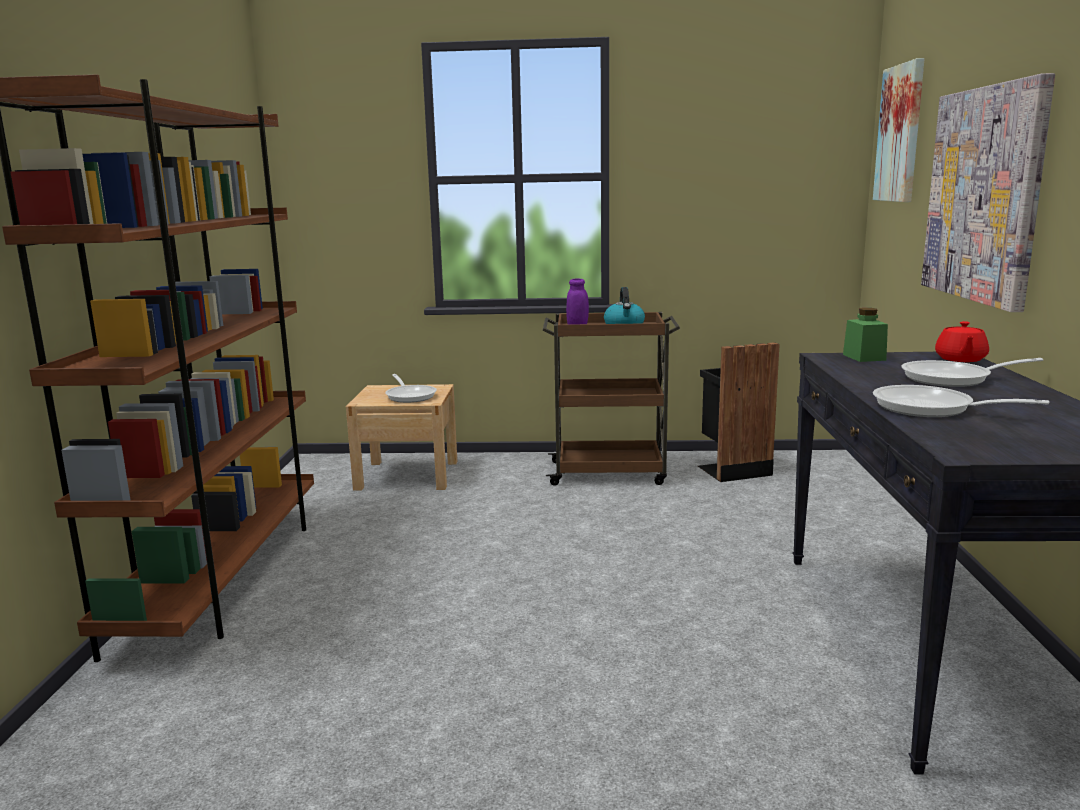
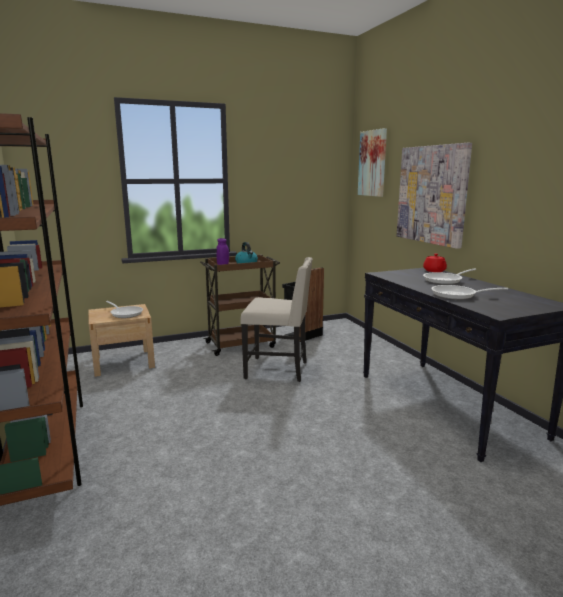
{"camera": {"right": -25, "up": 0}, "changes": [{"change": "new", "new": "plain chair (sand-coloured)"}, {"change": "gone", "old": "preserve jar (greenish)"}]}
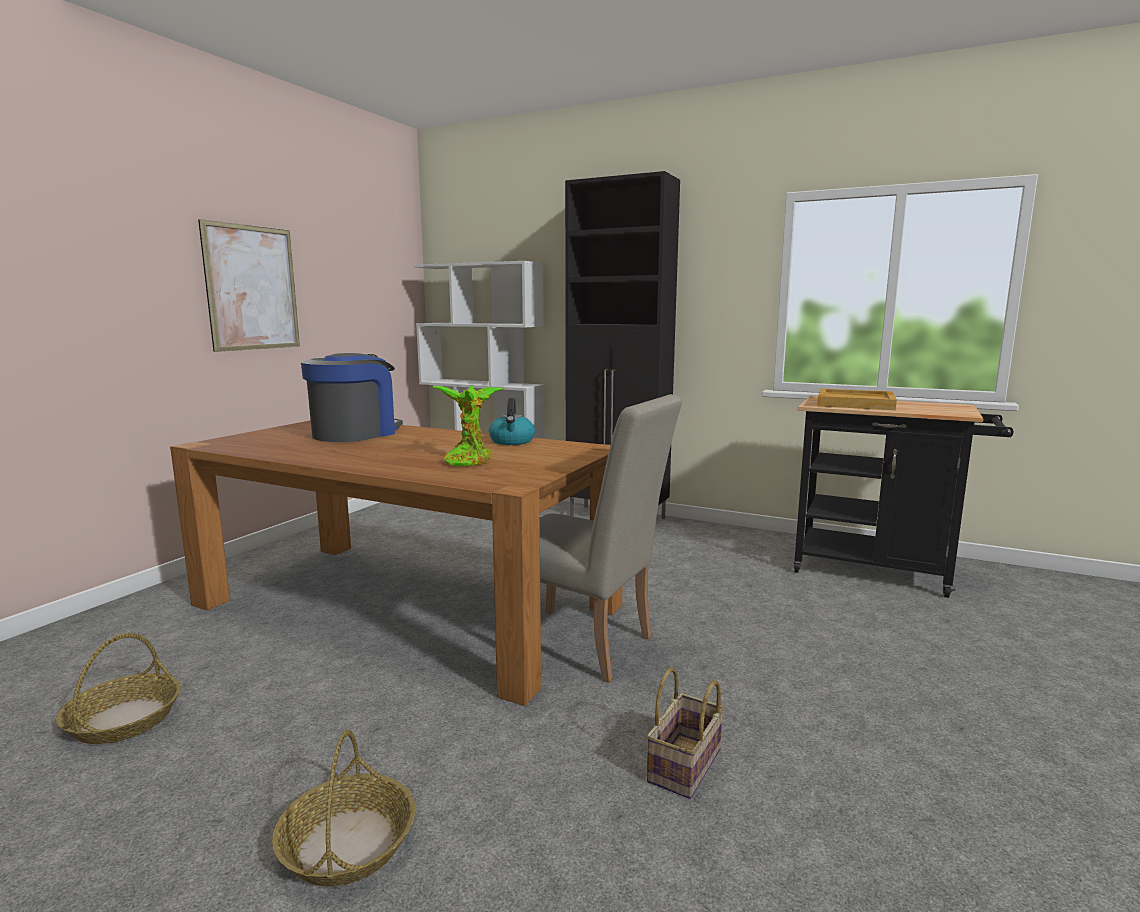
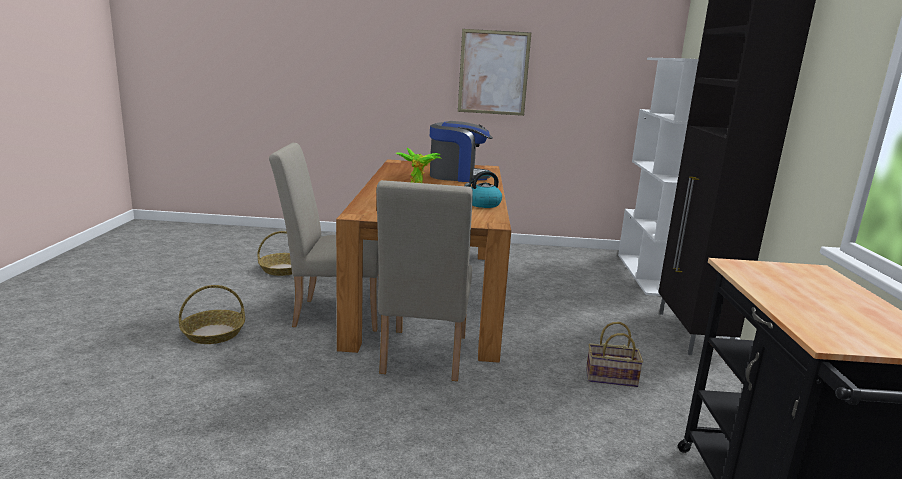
{"camera": {"right": 65, "up": 5}, "changes": [{"change": "new", "new": "plain chair (sand-coloured) (no. 1 from left)"}, {"change": "shifted", "old": "household basket (no. 3 from left)"}, {"change": "gone", "old": "serving tray (sand-coloured)"}]}
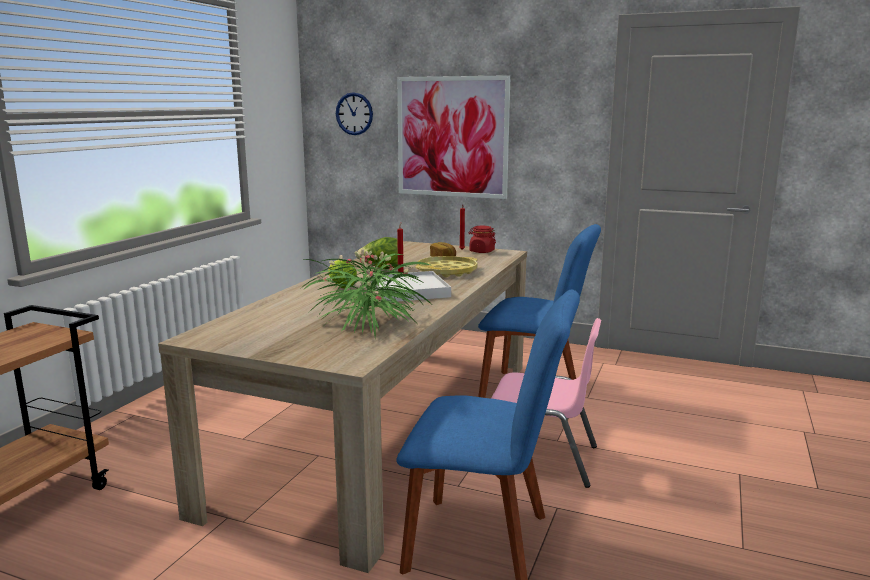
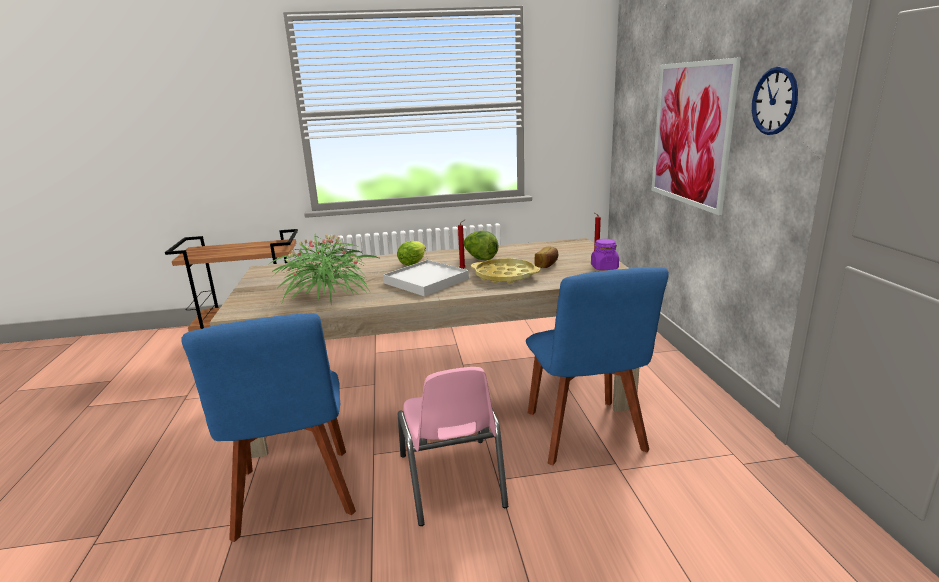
{"camera": {"right": 60, "up": 5}, "changes": [{"change": "repainted", "old": "preserve jar (red-coloured)", "new": "preserve jar (purplish)"}, {"change": "shifted", "old": "clock on the wall"}]}
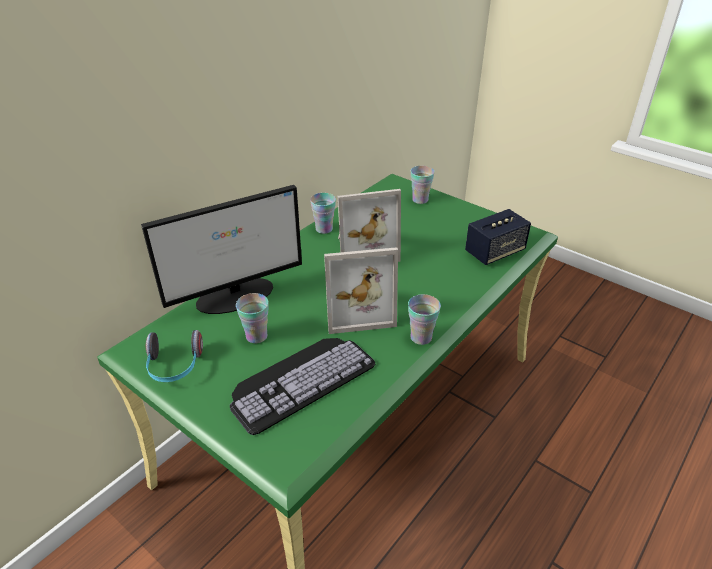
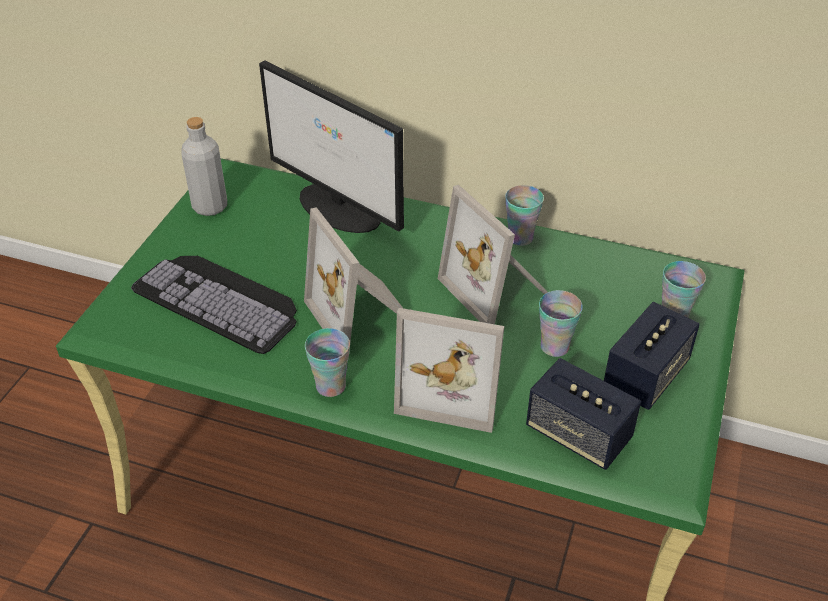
{"camera": {"right": 70, "up": 5}, "changes": [{"change": "swapped", "old": "headphones", "new": "bottle (greyish)"}, {"change": "new", "new": "standing frame (no. 2 from left)"}, {"change": "shifted", "old": "drinking cup (no. 1 from left in the first image)", "new": "drinking cup (no. 3 from left)"}, {"change": "new", "new": "speaker (no. 2 from left)"}]}
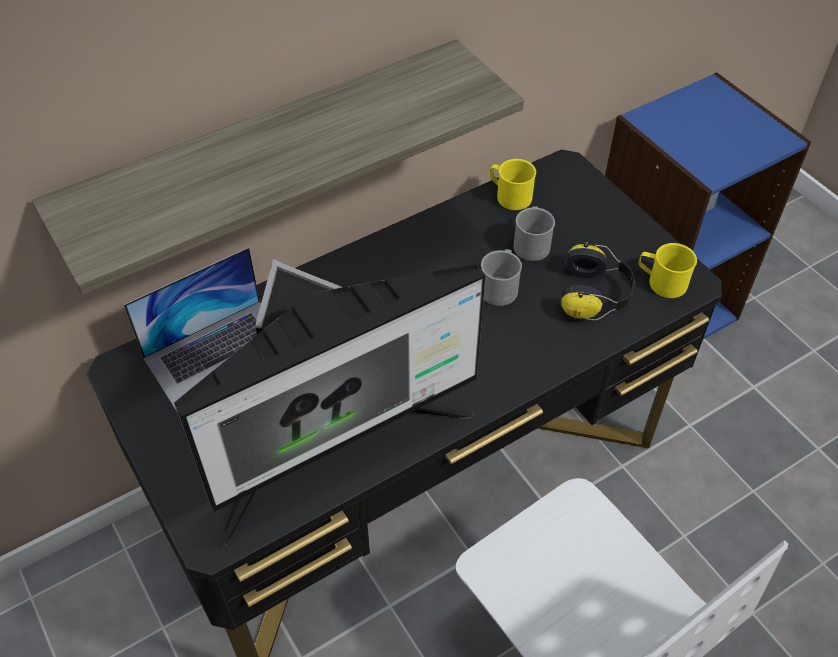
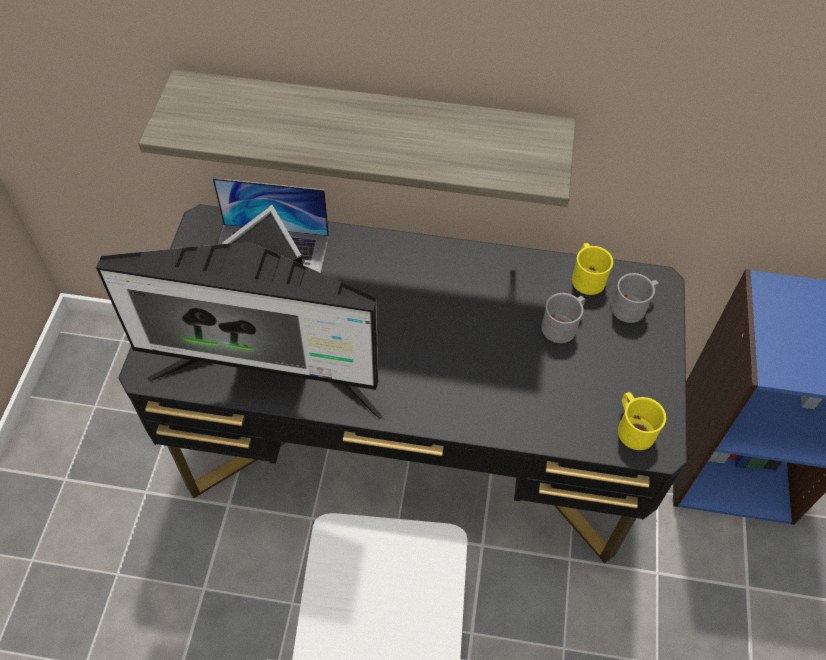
{"camera": {"right": 40, "up": 5}, "changes": [{"change": "shifted", "old": "tea mug (greyish) (no. 1 from left in the first image)", "new": "tea mug (greyish) (no. 2 from left)"}, {"change": "gone", "old": "headphones"}]}
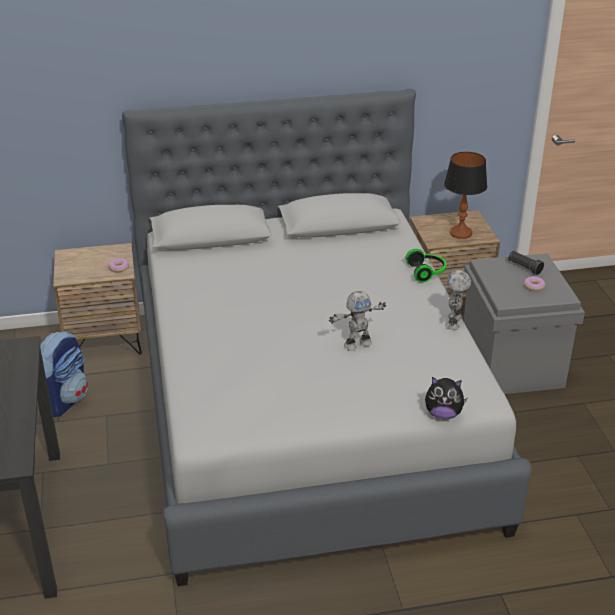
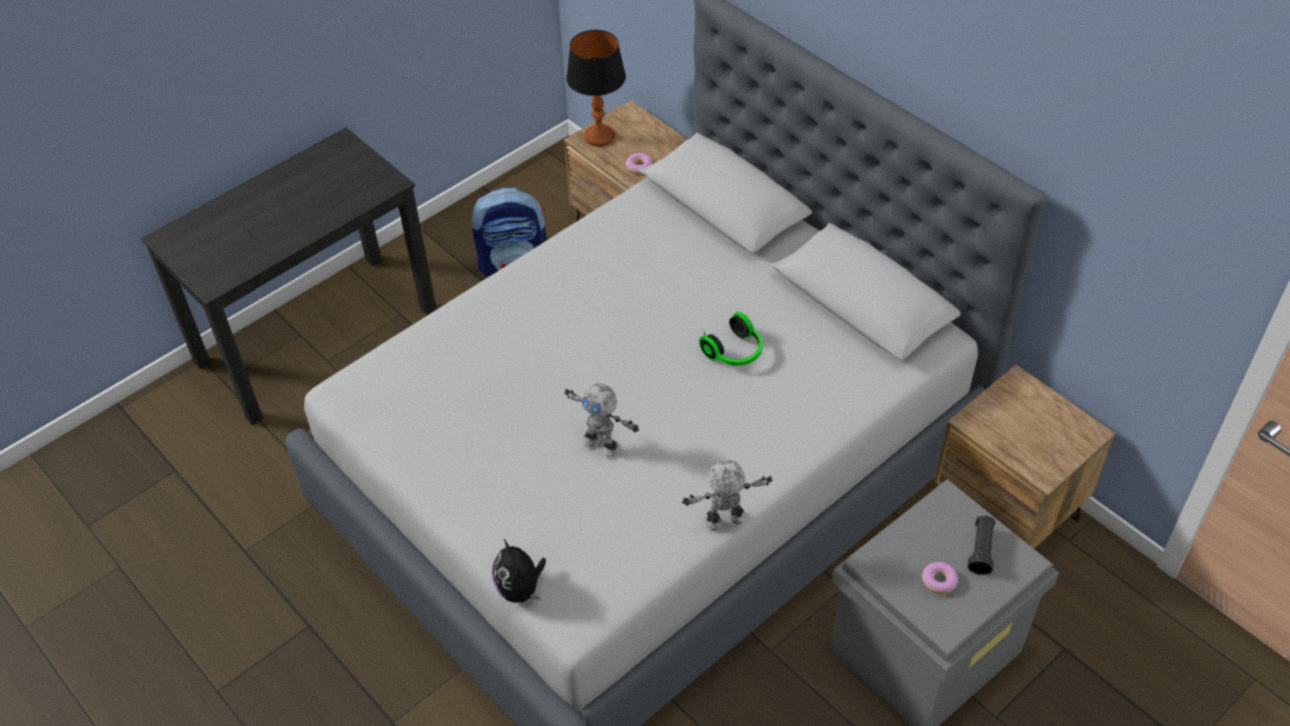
{"camera": {"right": 60, "up": 15}, "changes": [{"change": "shifted", "old": "table lamp"}, {"change": "shifted", "old": "headphones"}]}
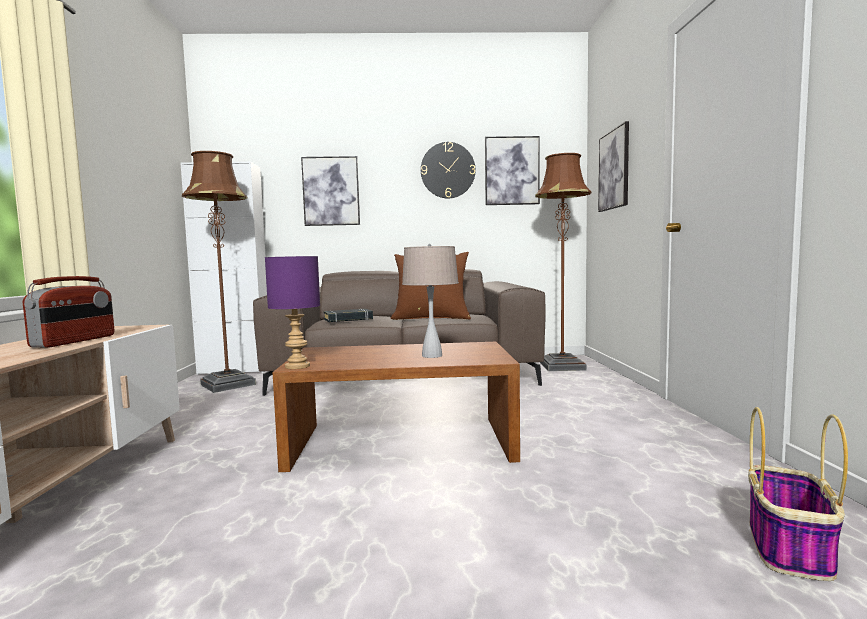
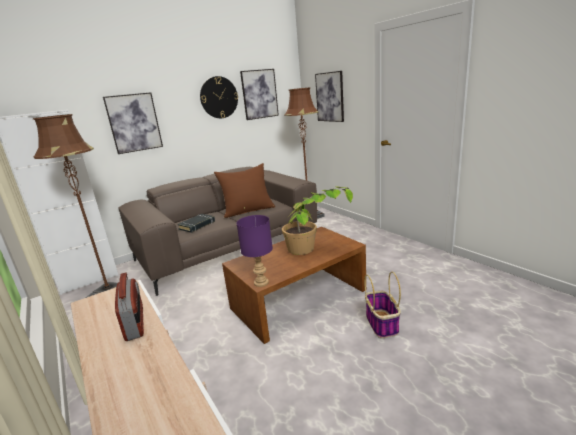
{"camera": {"right": -30, "up": 15}, "changes": [{"change": "swapped", "old": "table lamp (sand-coloured)", "new": "houseplant"}, {"change": "shifted", "old": "household basket"}]}
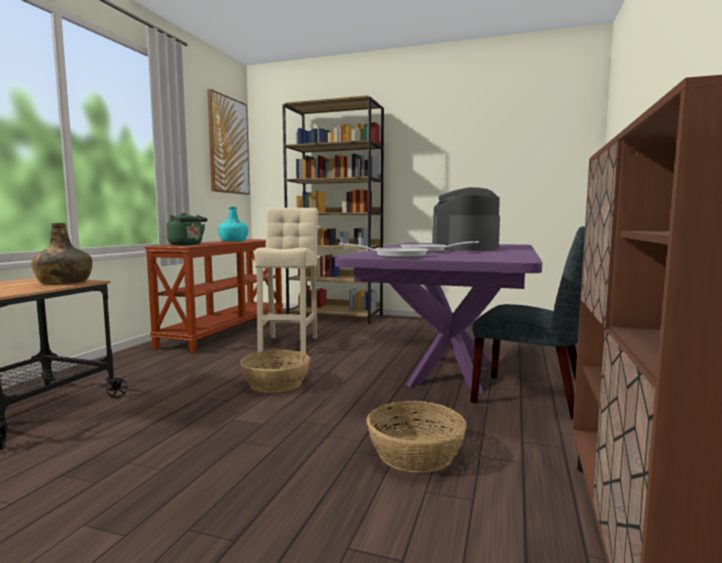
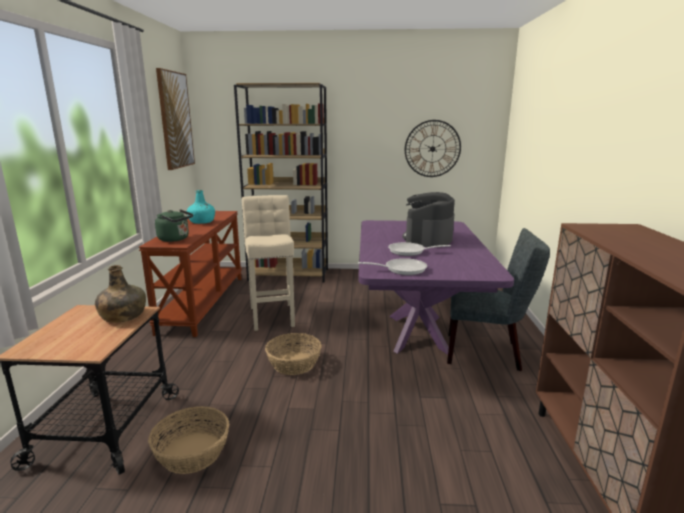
{"camera": {"right": -15, "up": 10}, "changes": [{"change": "shifted", "old": "household basket (no. 2 from left in the first image)", "new": "household basket (no. 1 from left)"}, {"change": "new", "new": "clock on the wall"}]}
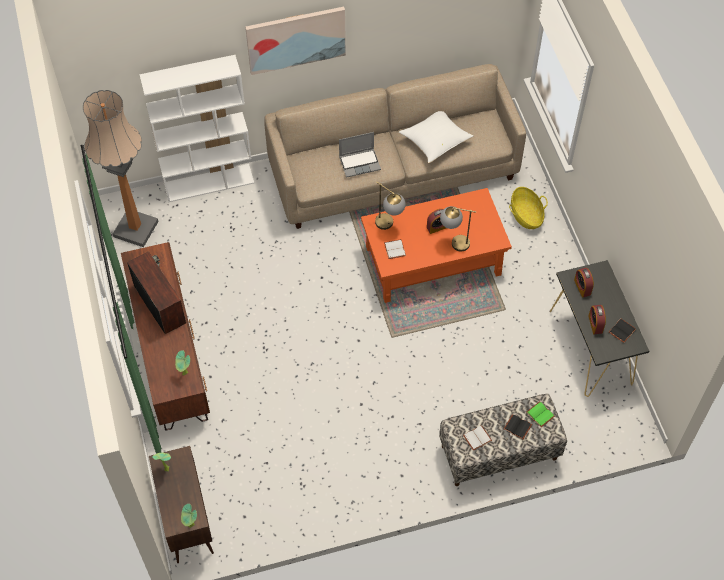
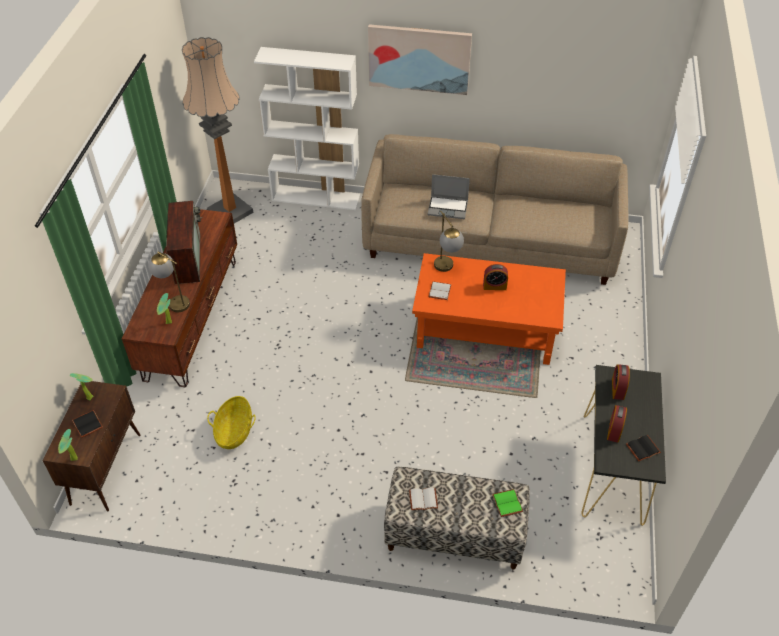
{"camera": {"right": 25, "up": -10}, "changes": [{"change": "shifted", "old": "volume (black-coloured) (no. 1 from left)"}, {"change": "shifted", "old": "table lamp (no. 2 from left in the first image)", "new": "table lamp (no. 1 from left)"}, {"change": "shifted", "old": "household basket"}, {"change": "gone", "old": "throw pillow (white)"}]}
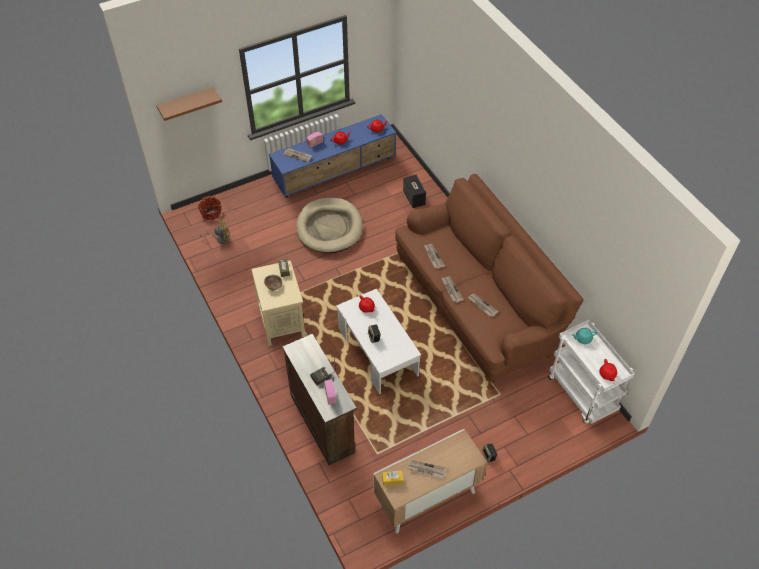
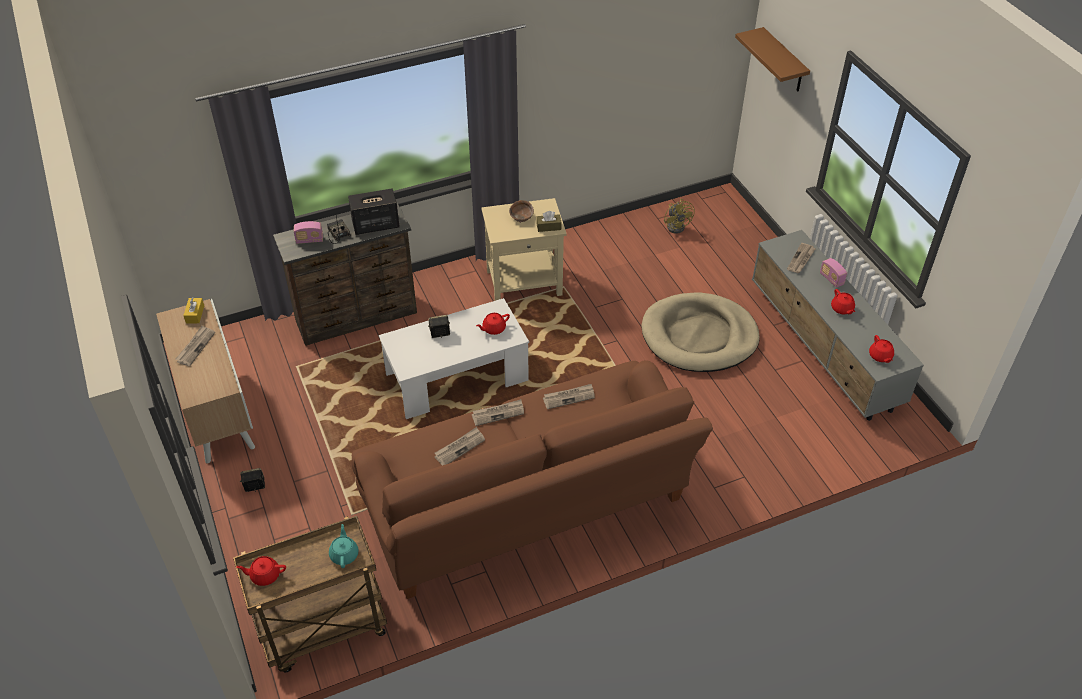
{"camera": {"right": 95, "up": -5}, "changes": [{"change": "repainted", "old": "cart (white)", "new": "cart (brown-coloured)"}, {"change": "shifted", "old": "speaker (no. 2 from left)"}, {"change": "repainted", "old": "media console (bluish)", "new": "media console (greyish)"}, {"change": "gone", "old": "household basket"}]}
